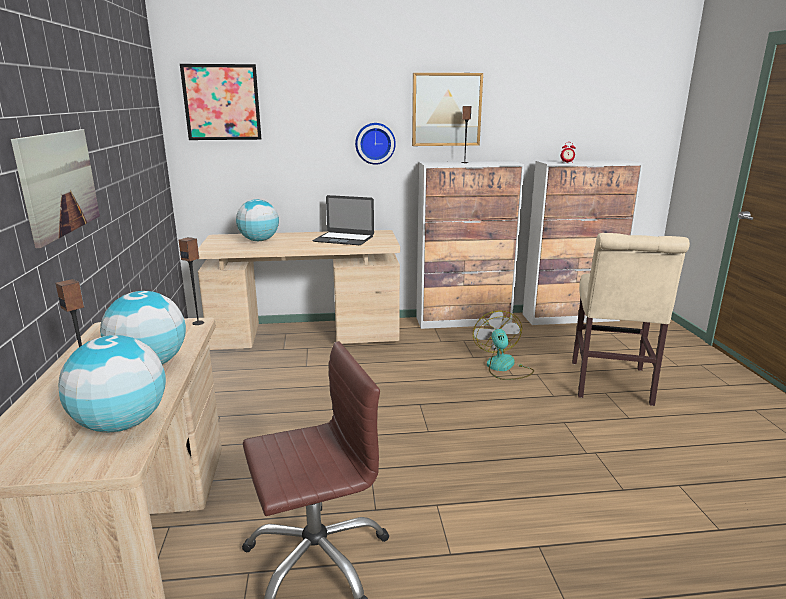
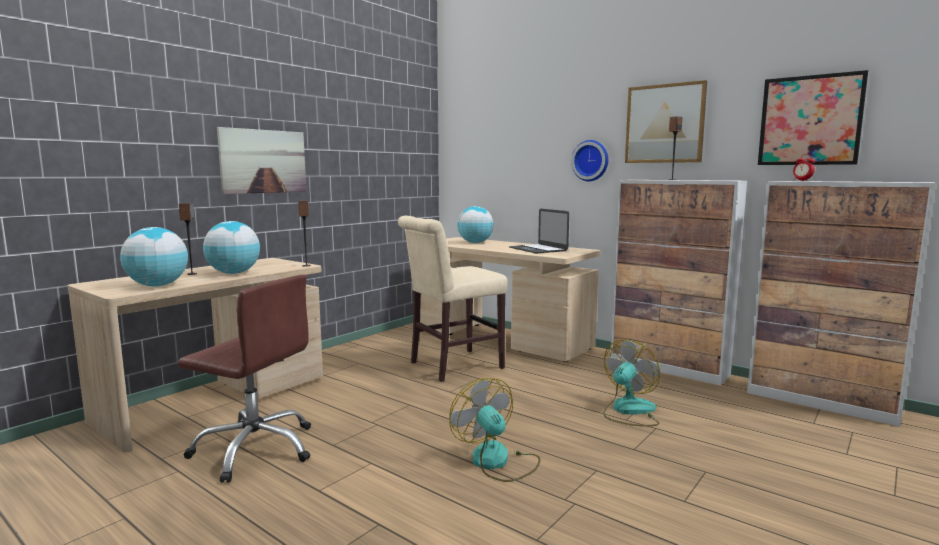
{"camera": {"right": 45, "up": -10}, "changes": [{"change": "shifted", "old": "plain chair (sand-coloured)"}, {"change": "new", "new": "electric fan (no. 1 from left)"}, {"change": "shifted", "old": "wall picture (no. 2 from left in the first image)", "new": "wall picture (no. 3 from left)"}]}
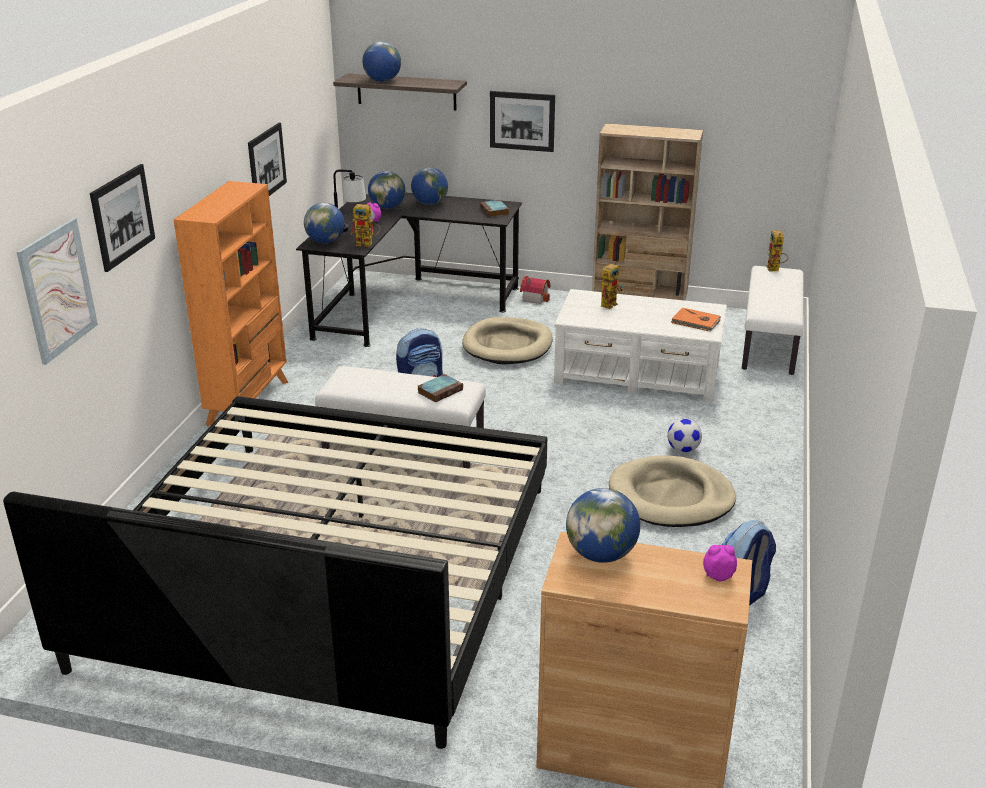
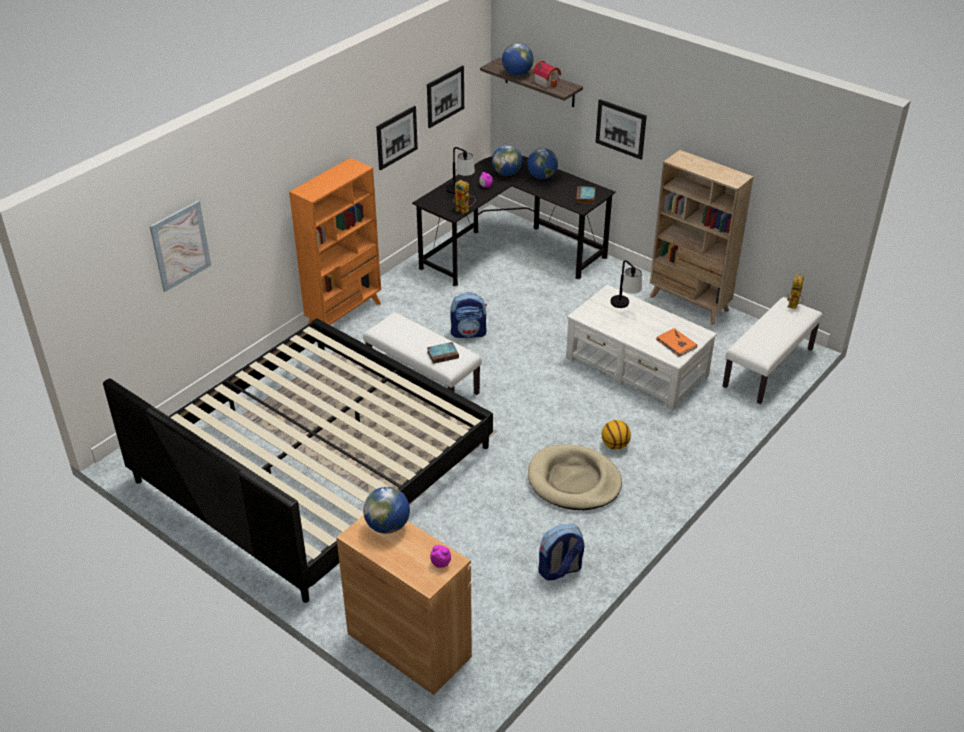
{"camera": {"right": 25, "up": 10}, "changes": [{"change": "shifted", "old": "wall picture (no. 2 from left in the first image)", "new": "wall picture (no. 3 from left)"}, {"change": "shifted", "old": "model house"}, {"change": "swapped", "old": "ball for football", "new": "basketball"}, {"change": "swapped", "old": "model robot (no. 2 from left)", "new": "table lamp (no. 2 from left)"}, {"change": "gone", "old": "world globe (no. 1 from left)"}, {"change": "gone", "old": "dog cushion (sand-coloured) (no. 1 from left)"}]}
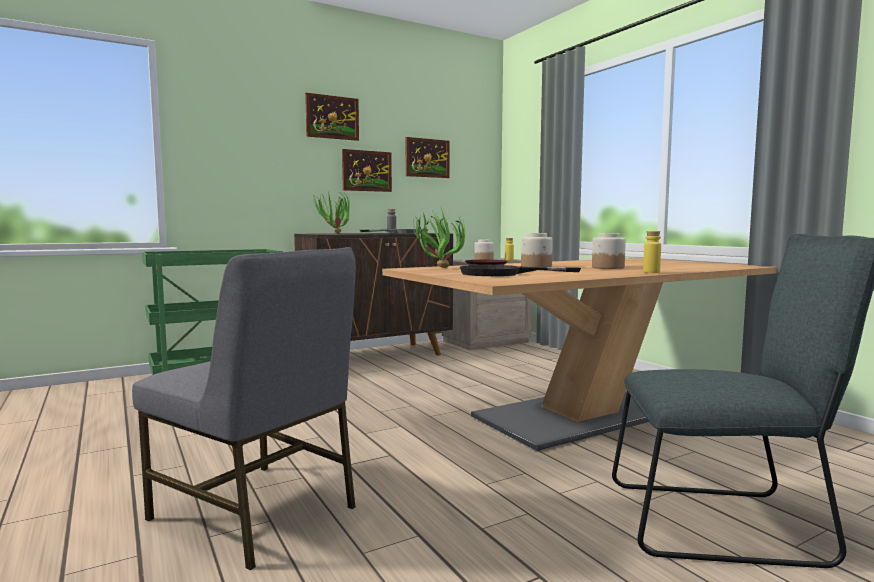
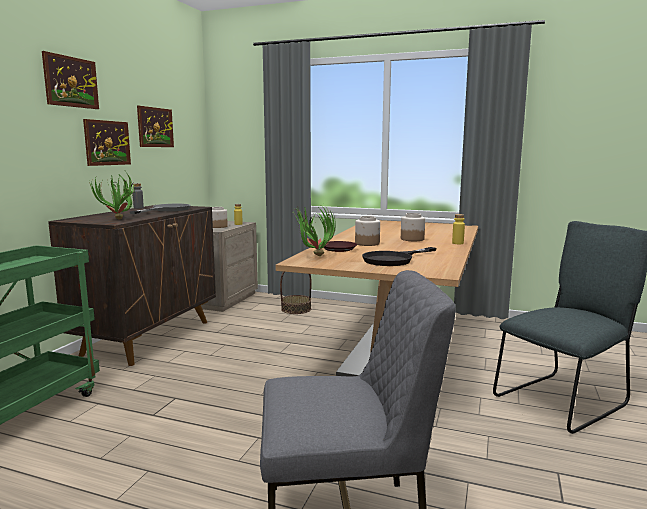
{"camera": {"right": -40, "up": 5}, "changes": [{"change": "new", "new": "household basket"}]}
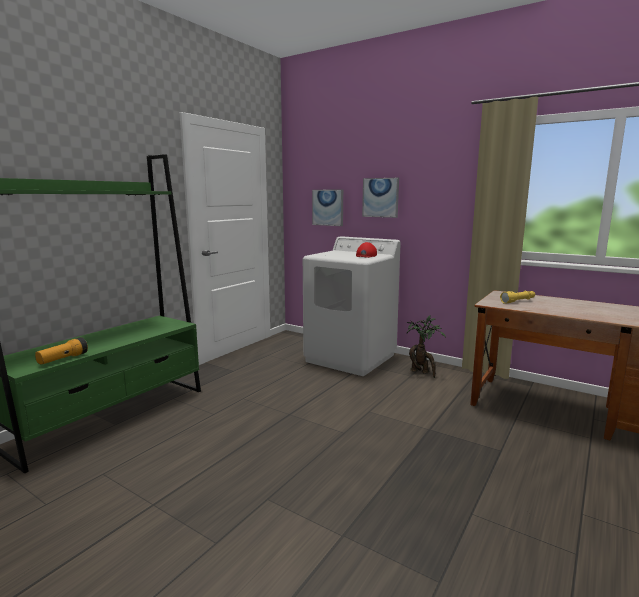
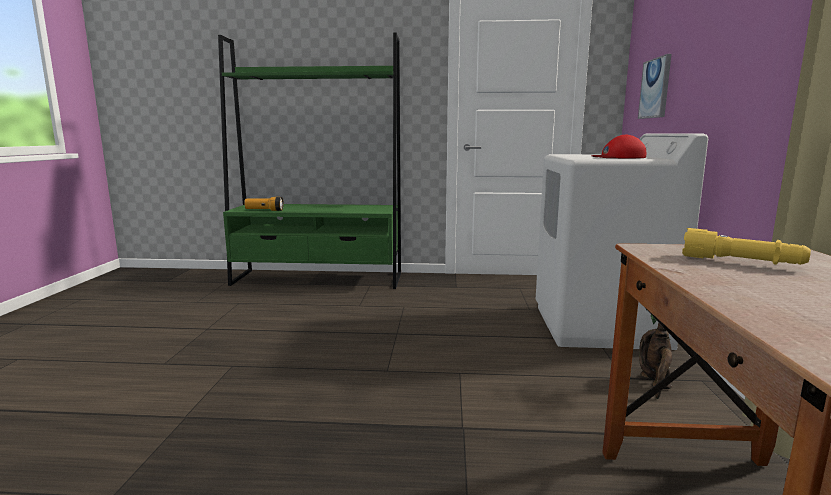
{"camera": {"right": 60, "up": 0}, "changes": [{"change": "gone", "old": "wall picture (no. 2 from left)"}]}
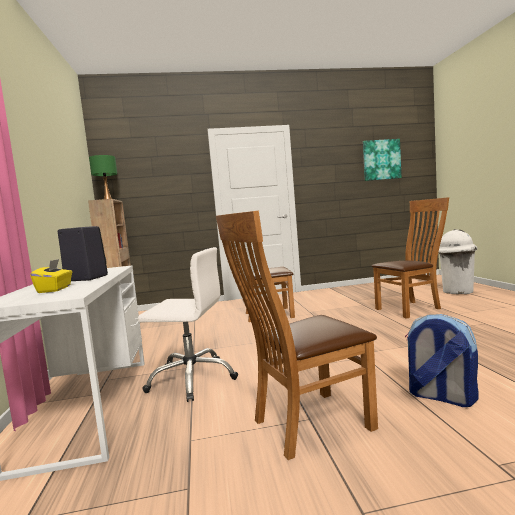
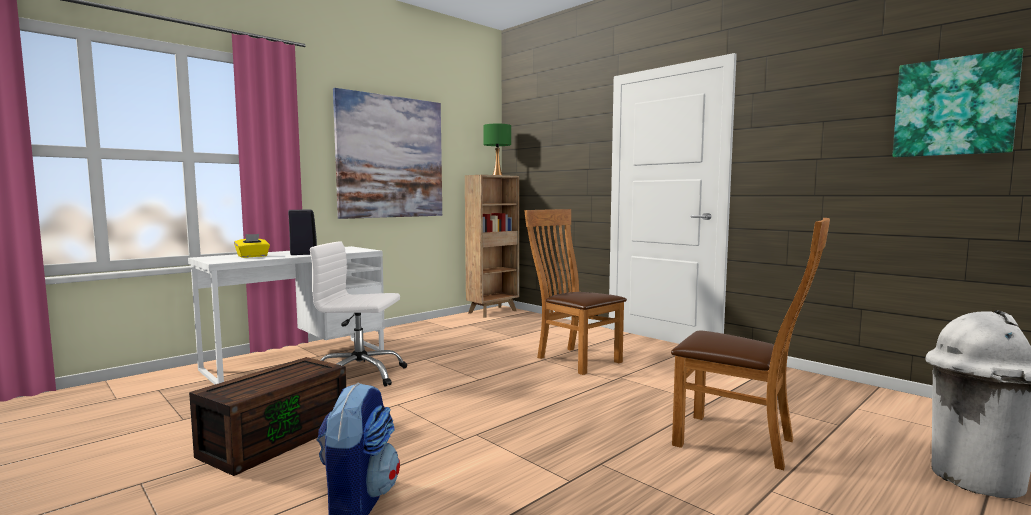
{"camera": {"right": 55, "up": 0}, "changes": [{"change": "swapped", "old": "plain chair (brown-coloured) (no. 2 from left)", "new": "storage box (brown-coloured)"}, {"change": "rotated", "old": "office chair (white)", "degrees": 120}, {"change": "new", "new": "wall picture (no. 1 from left)"}]}
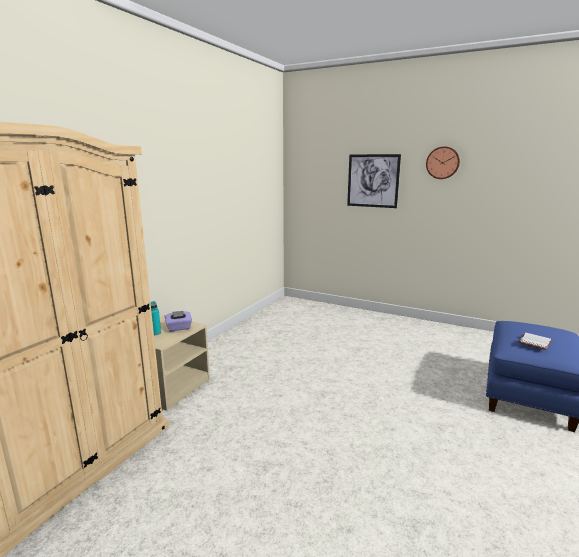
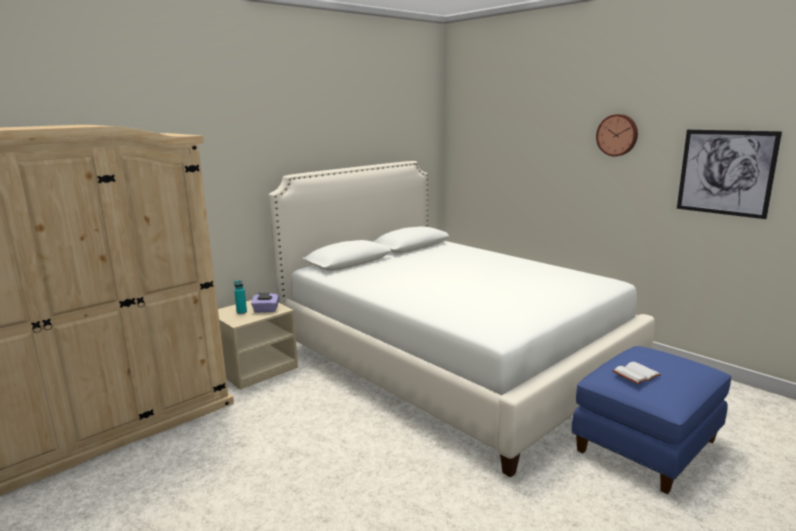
{"camera": {"right": 20, "up": 0}, "changes": [{"change": "new", "new": "bedroom bed (white)"}, {"change": "shifted", "old": "wall picture"}]}
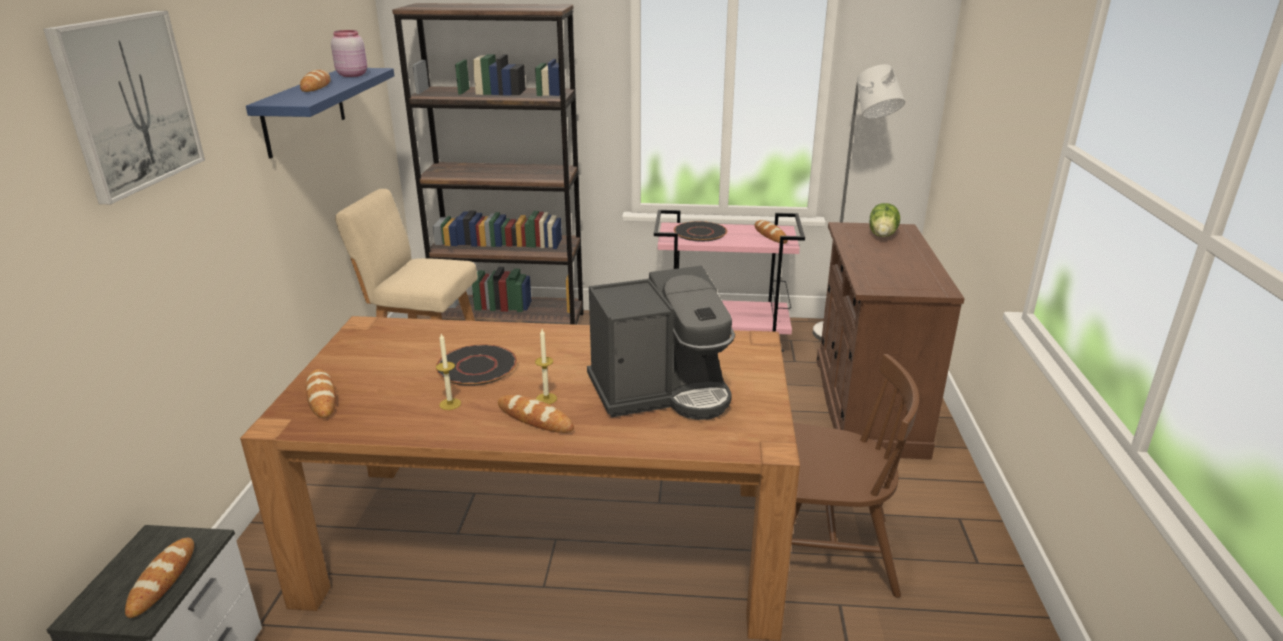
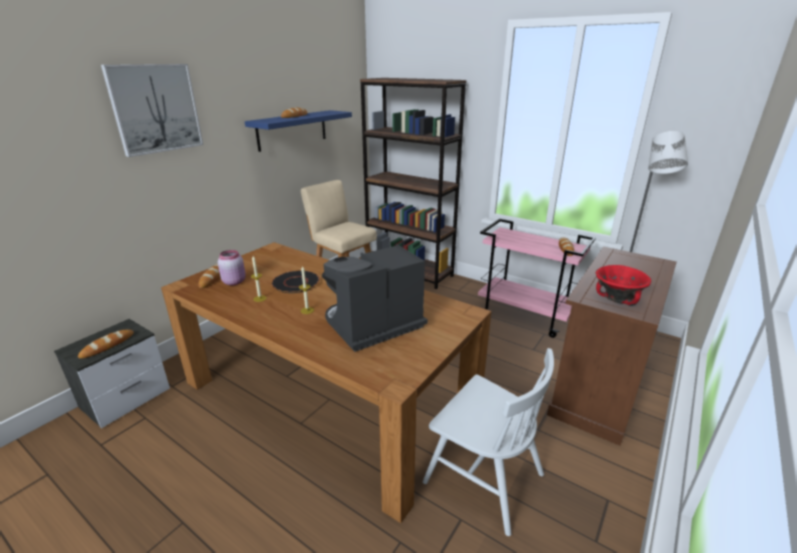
{"camera": {"right": 30, "up": 0}, "changes": [{"change": "shifted", "old": "preserve jar (pink-coloured)"}, {"change": "rotated", "old": "coffee machine", "degrees": 135}, {"change": "repainted", "old": "plain chair (brown-coloured)", "new": "plain chair (white)"}, {"change": "new", "new": "bowl (red-coloured)"}, {"change": "gone", "old": "baked bread (no. 4 from left)"}, {"change": "gone", "old": "dinner plate (black-coloured) (no. 2 from left)"}, {"change": "gone", "old": "lettuce"}]}
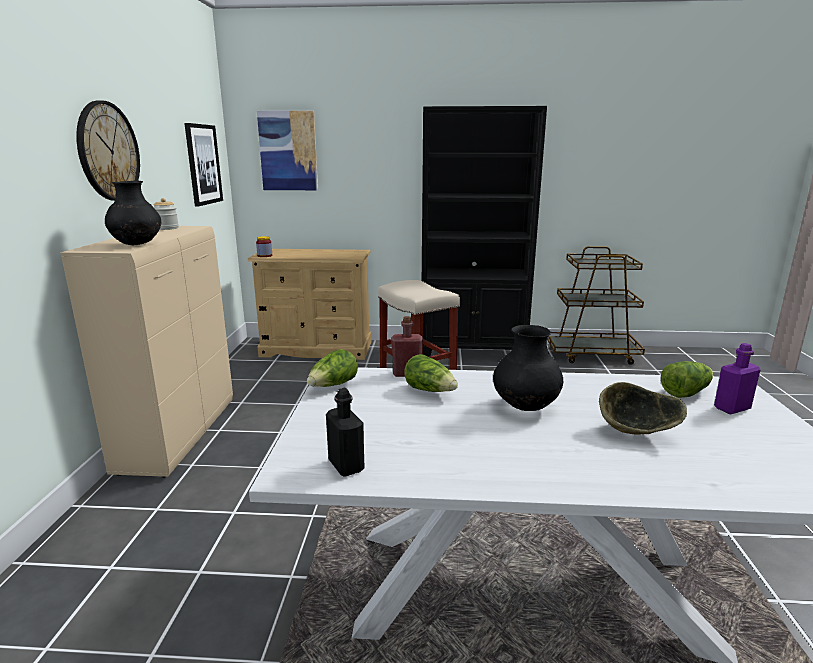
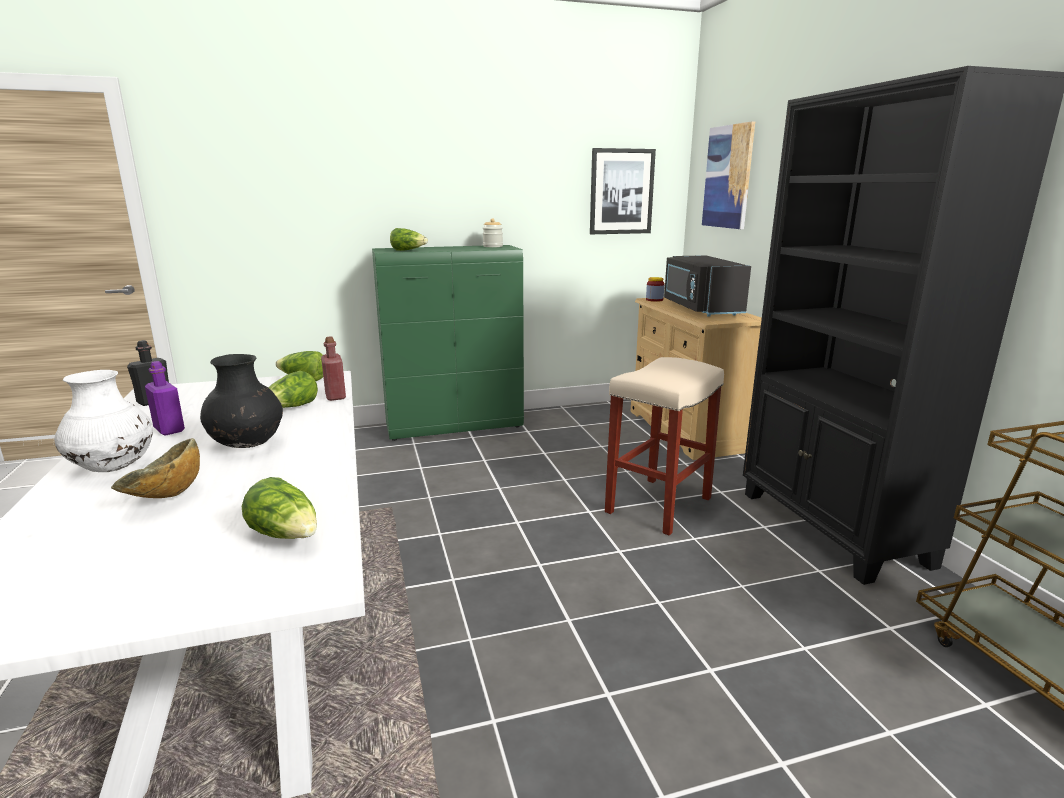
{"camera": {"right": 70, "up": 0}, "changes": [{"change": "new", "new": "vase (white)"}, {"change": "shifted", "old": "bottle (purplish)"}, {"change": "repainted", "old": "cabinet (sand-coloured)", "new": "cabinet (greenish)"}, {"change": "swapped", "old": "vase (black-coloured) (no. 1 from left)", "new": "lettuce (no. 4 from left)"}, {"change": "new", "new": "microwave oven (black-coloured)"}, {"change": "gone", "old": "clock on the wall"}]}
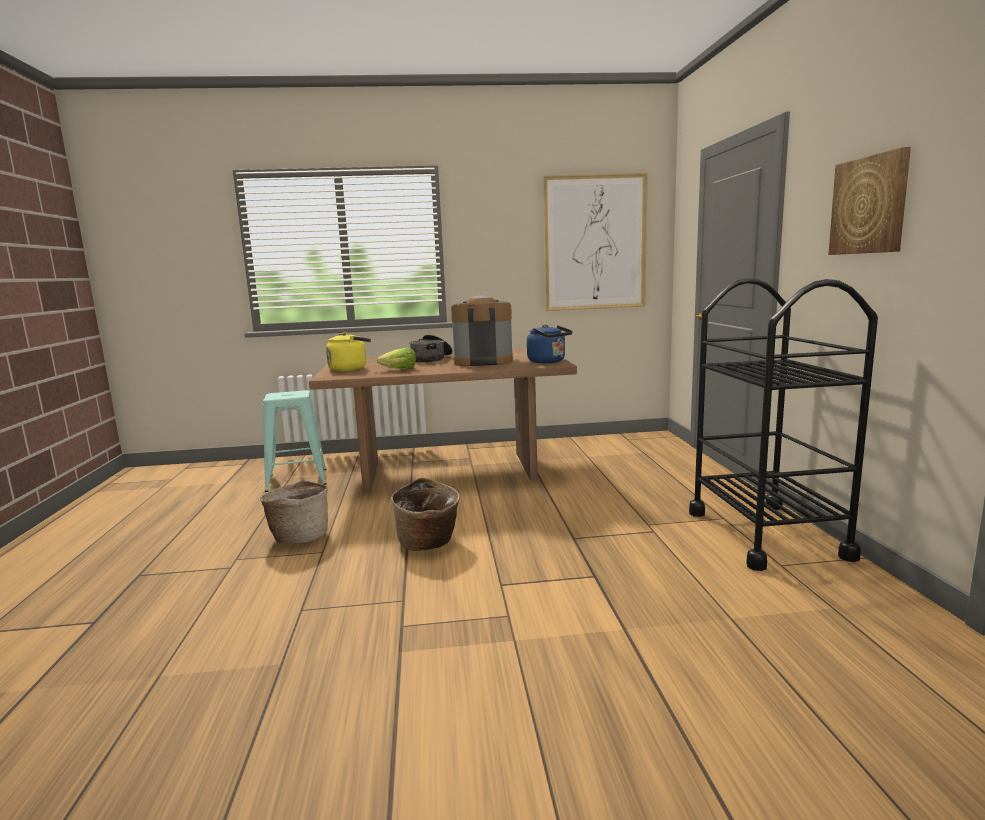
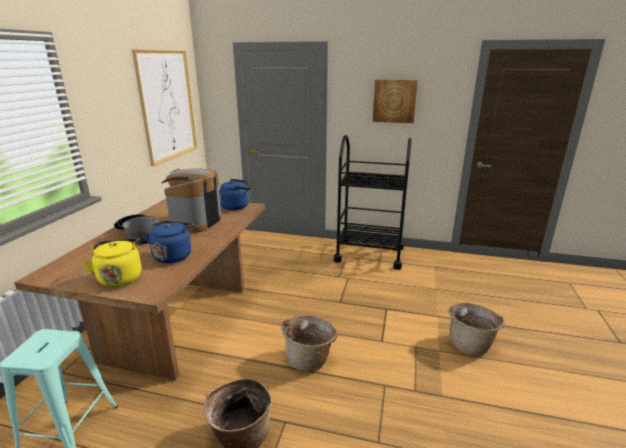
{"camera": {"right": -70, "up": 10}, "changes": [{"change": "swapped", "old": "lettuce", "new": "kettle (bluish) (no. 1 from left)"}, {"change": "new", "new": "household basket (no. 3 from left)"}]}
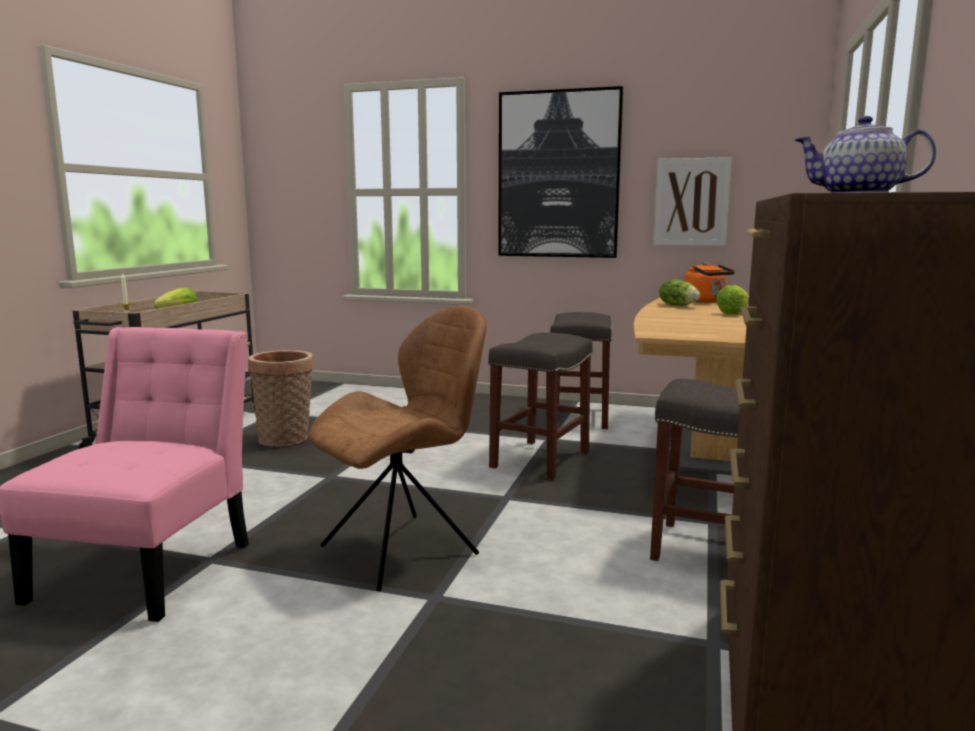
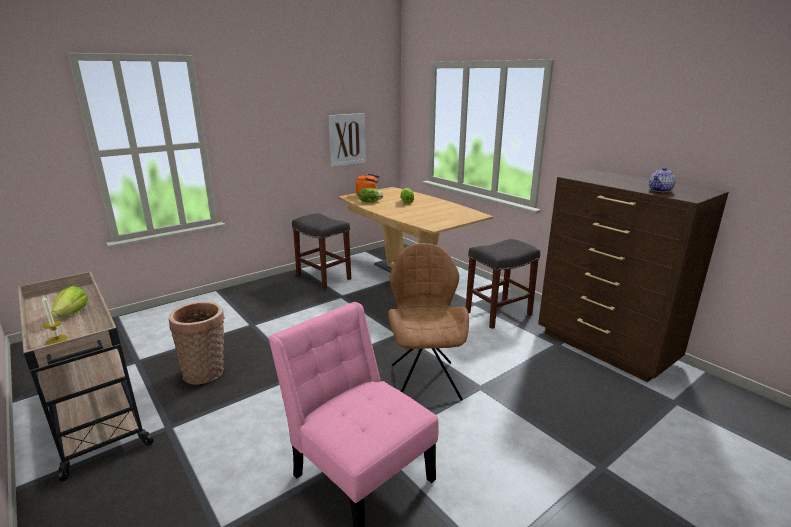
{"camera": {"right": -55, "up": 10}, "changes": [{"change": "gone", "old": "stool seat (greyish) (no. 1 from left)"}, {"change": "gone", "old": "wall picture (no. 1 from left)"}]}
